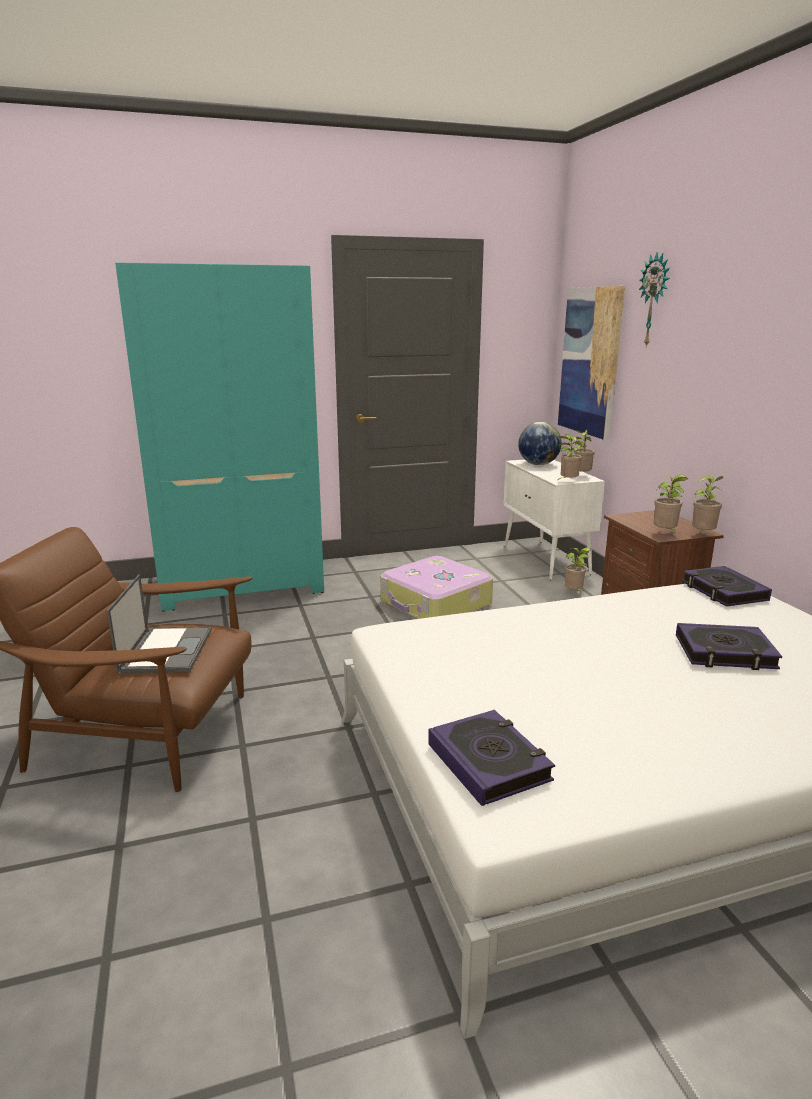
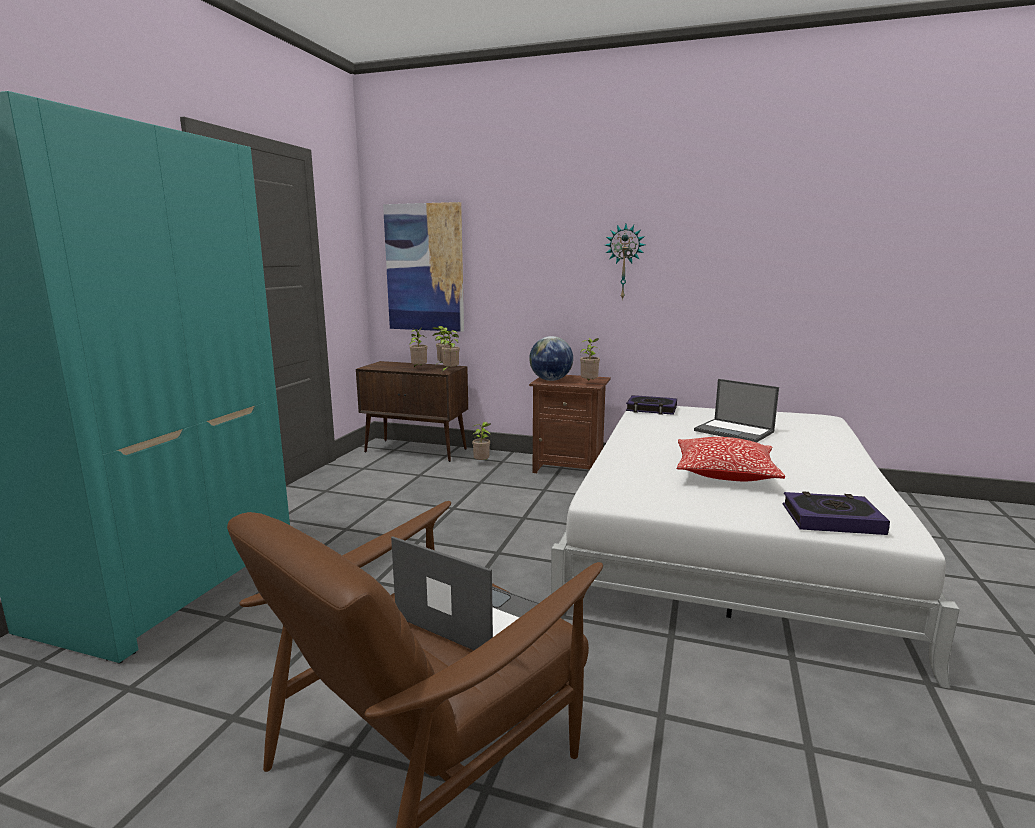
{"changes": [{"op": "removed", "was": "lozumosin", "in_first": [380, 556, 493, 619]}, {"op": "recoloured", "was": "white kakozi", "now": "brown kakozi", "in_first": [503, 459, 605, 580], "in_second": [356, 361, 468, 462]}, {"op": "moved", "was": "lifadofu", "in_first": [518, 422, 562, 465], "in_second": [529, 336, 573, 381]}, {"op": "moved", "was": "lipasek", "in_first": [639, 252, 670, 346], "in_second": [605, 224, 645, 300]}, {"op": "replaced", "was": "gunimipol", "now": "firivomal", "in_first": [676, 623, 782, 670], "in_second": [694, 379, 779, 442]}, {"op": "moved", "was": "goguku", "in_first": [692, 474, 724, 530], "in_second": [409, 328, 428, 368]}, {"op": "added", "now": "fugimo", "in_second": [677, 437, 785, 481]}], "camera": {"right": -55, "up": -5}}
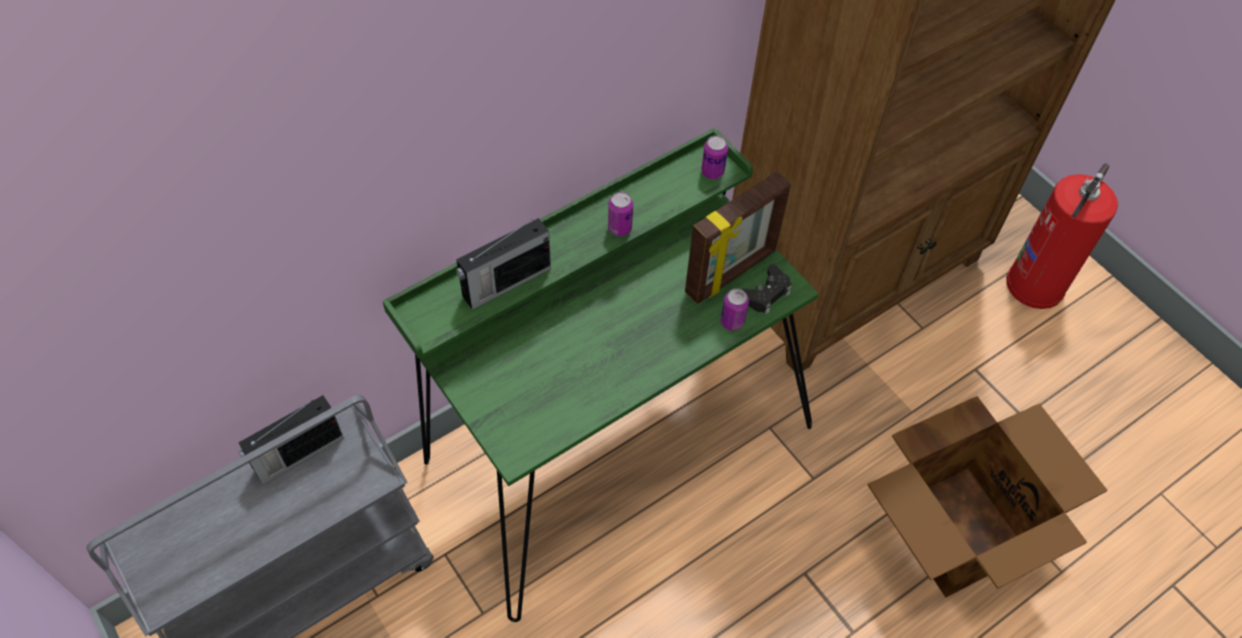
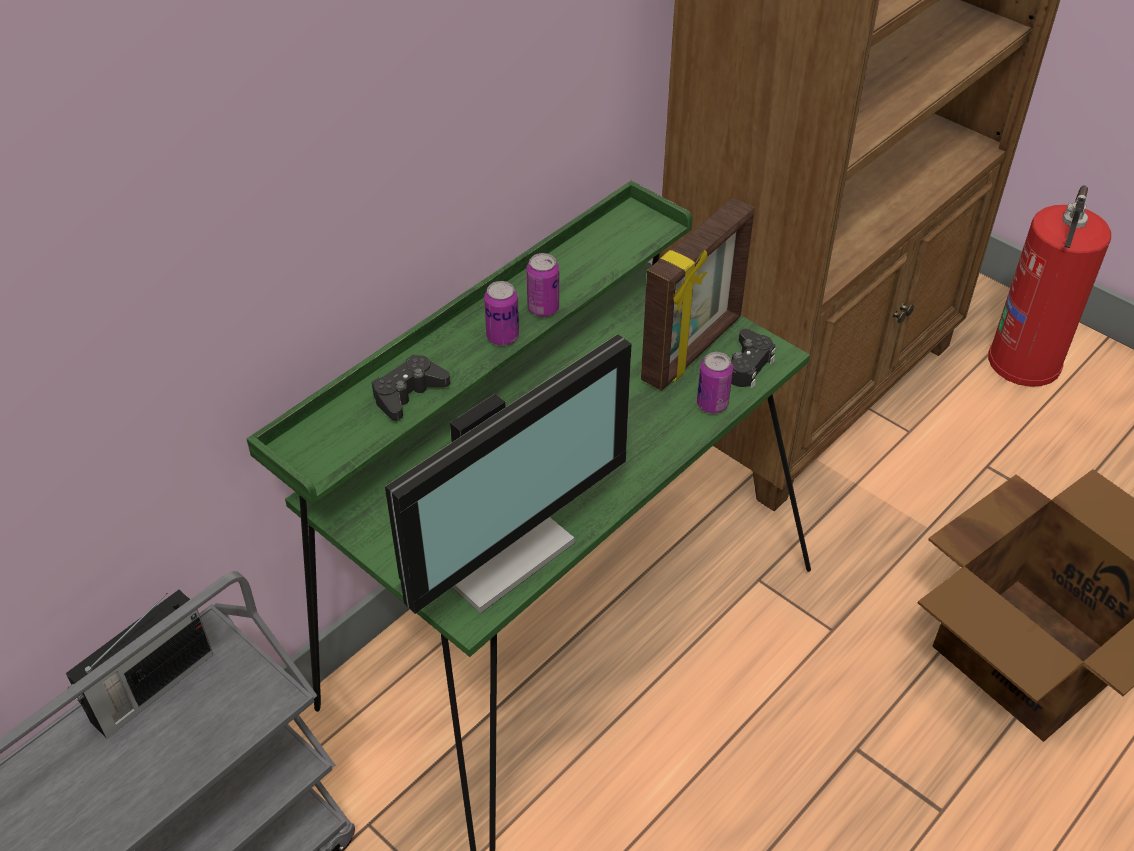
{"changes": [{"op": "replaced", "was": "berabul", "now": "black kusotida", "in_first": [456, 218, 551, 310], "in_second": [372, 355, 450, 420]}, {"op": "moved", "was": "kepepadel", "in_first": [701, 135, 728, 180], "in_second": [484, 281, 519, 345]}, {"op": "added", "now": "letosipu", "in_second": [385, 334, 631, 614]}], "camera": {"right": -10, "up": -10}}
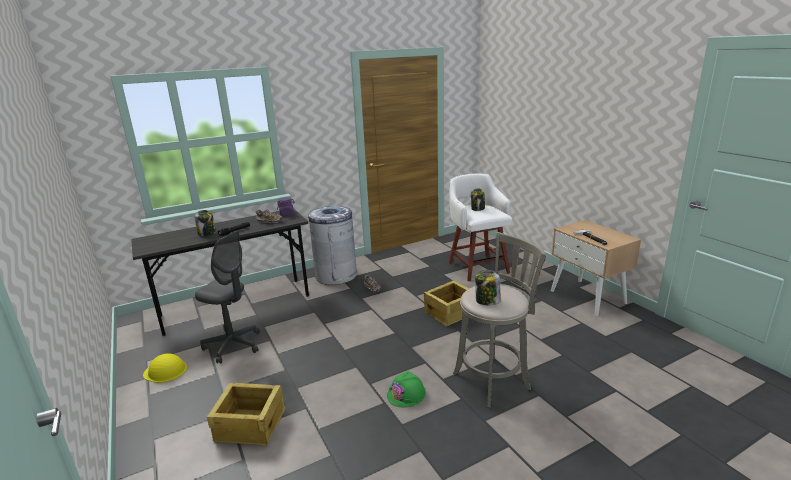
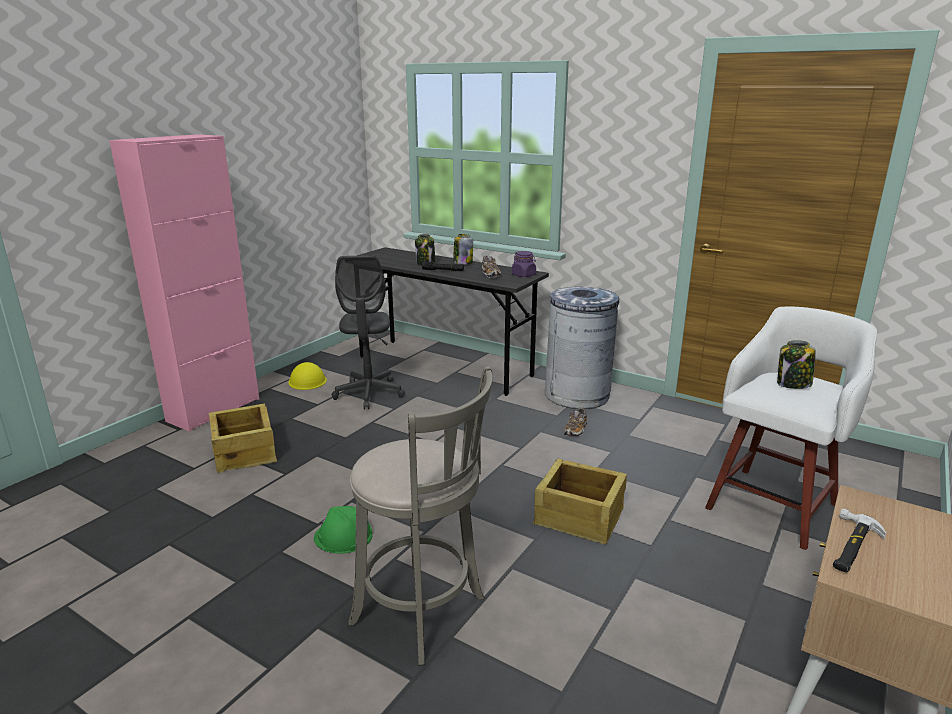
{"changes": [{"op": "moved", "was": "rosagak", "in_first": [475, 270, 500, 305], "in_second": [453, 234, 473, 264]}, {"op": "added", "now": "pink kakozi", "in_second": [109, 134, 259, 432]}], "camera": {"right": 60, "up": 0}}
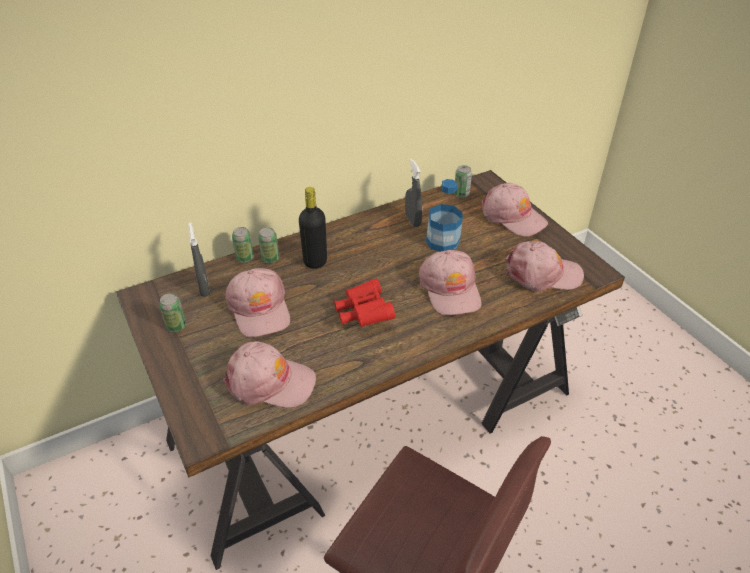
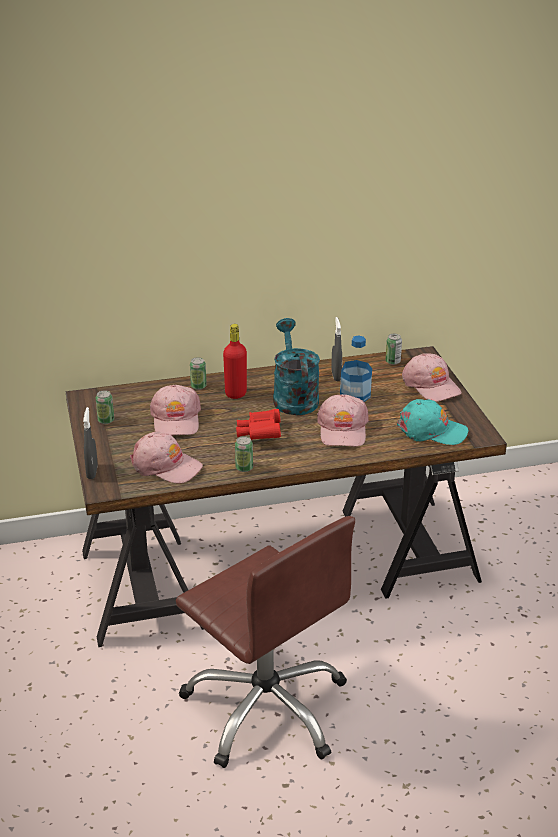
{"changes": [{"op": "moved", "was": "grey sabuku", "in_first": [188, 222, 210, 297], "in_second": [83, 407, 98, 479]}, {"op": "moved", "was": "kepepadel", "in_first": [232, 227, 254, 263], "in_second": [235, 436, 253, 472]}, {"op": "recoloured", "was": "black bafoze", "now": "red bafoze", "in_first": [299, 187, 327, 269], "in_second": [223, 324, 247, 399]}, {"op": "recoloured", "was": "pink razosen", "now": "turquoise razosen", "in_first": [505, 241, 584, 292], "in_second": [397, 399, 469, 445]}, {"op": "added", "now": "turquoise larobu", "in_second": [273, 318, 320, 415]}], "camera": {"right": 15, "up": -10}}
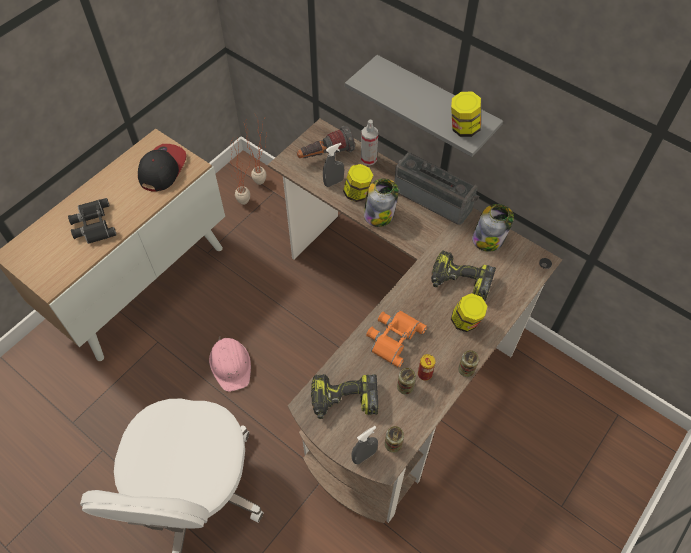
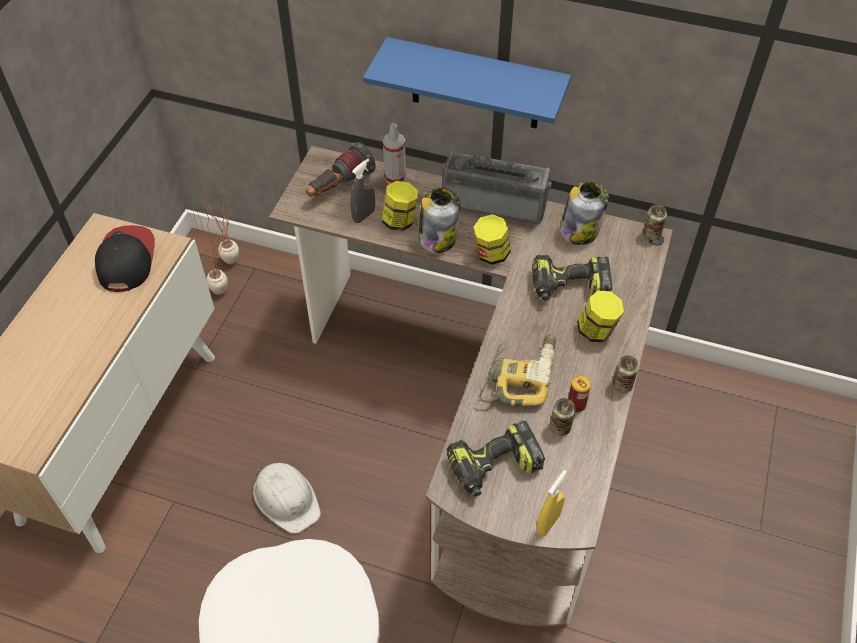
{"changes": [{"op": "removed", "was": "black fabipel", "in_first": [68, 198, 117, 244]}, {"op": "recoloured", "was": "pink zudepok", "now": "white zudepok", "in_first": [209, 336, 251, 392], "in_second": [253, 463, 321, 534]}, {"op": "recoloured", "was": "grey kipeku", "now": "blue kipeku", "in_first": [345, 55, 503, 157], "in_second": [363, 37, 571, 129]}, {"op": "recoloured", "was": "grey sabuku", "now": "yellow sabuku", "in_first": [351, 426, 378, 464], "in_second": [536, 470, 567, 536]}, {"op": "replaced", "was": "orange fabipel", "now": "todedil", "in_first": [366, 310, 427, 368], "in_second": [479, 334, 556, 406]}, {"op": "moved", "was": "kepepadel", "in_first": [385, 426, 404, 453], "in_second": [643, 205, 667, 240]}, {"op": "moved", "was": "rosagak", "in_first": [451, 92, 481, 137], "in_second": [474, 214, 511, 265]}], "camera": {"right": -20, "up": -5}}
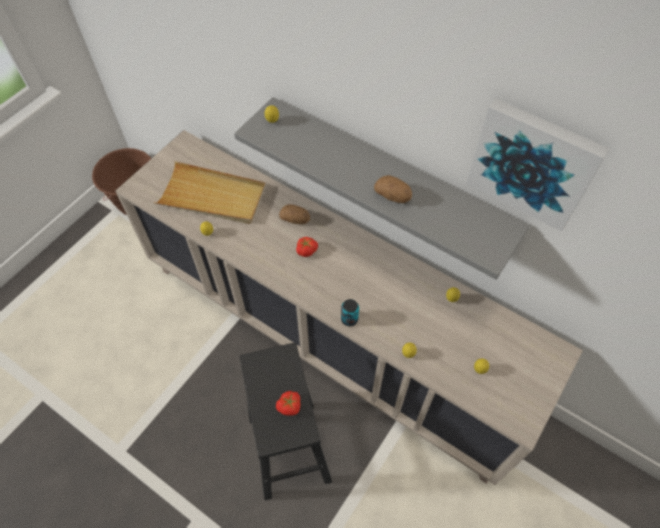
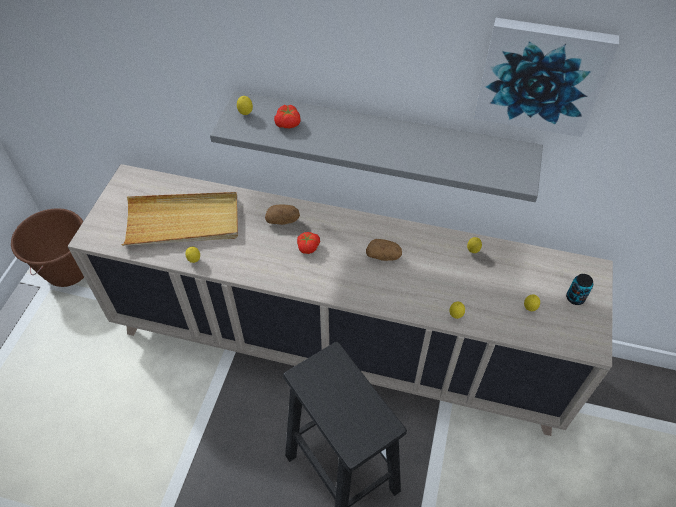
{"changes": [{"op": "moved", "was": "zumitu", "in_first": [276, 391, 301, 416], "in_second": [274, 105, 301, 128]}, {"op": "moved", "was": "kepepadel", "in_first": [341, 299, 359, 326], "in_second": [566, 274, 593, 305]}, {"op": "moved", "was": "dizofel", "in_first": [374, 175, 412, 203], "in_second": [366, 239, 402, 261]}], "camera": {"right": -20, "up": -5}}
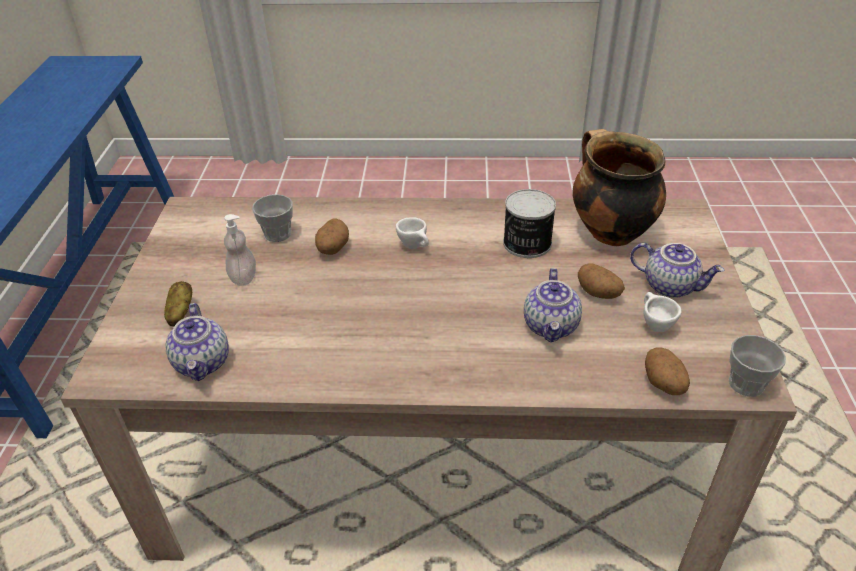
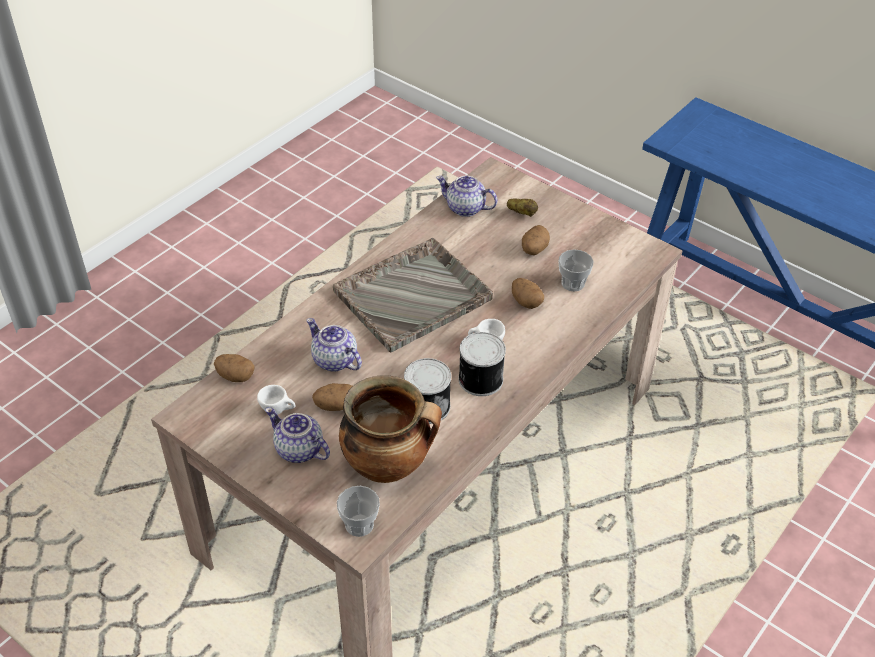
{"changes": [{"op": "replaced", "was": "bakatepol", "now": "dizofel", "in_first": [224, 214, 256, 286], "in_second": [522, 225, 550, 255]}, {"op": "turned", "was": "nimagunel", "in_first": [630, 243, 725, 298], "in_second": [265, 407, 330, 463], "clockwise": 60}, {"op": "moved", "was": "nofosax", "in_first": [729, 335, 786, 397], "in_second": [337, 486, 380, 537]}, {"op": "added", "now": "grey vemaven", "in_second": [333, 238, 493, 352]}, {"op": "added", "now": "kepepadel", "in_second": [458, 332, 506, 396]}], "camera": {"right": 125, "up": 5}}
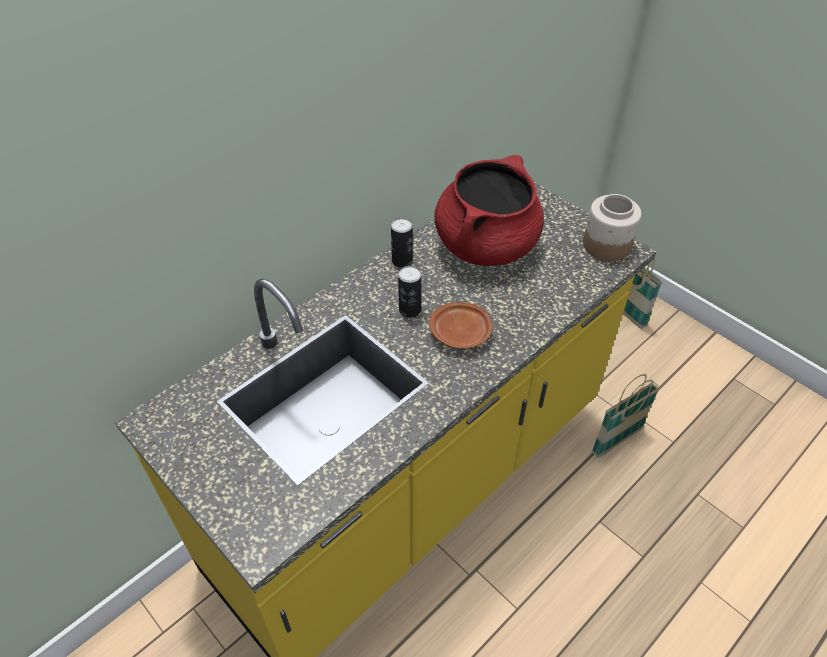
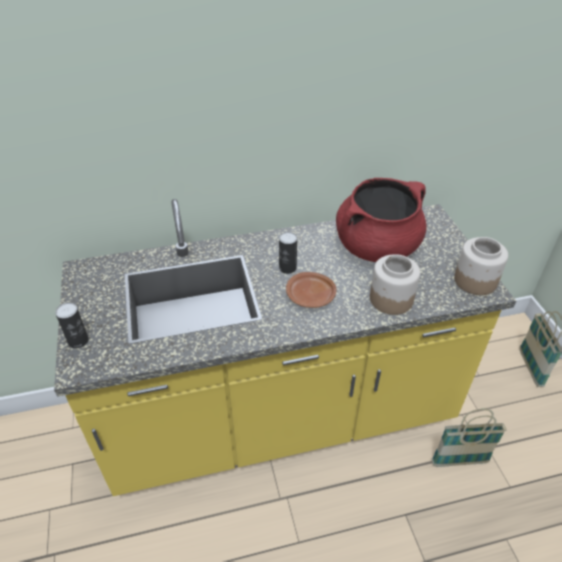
{"changes": [{"op": "moved", "was": "kepepadel", "in_first": [391, 218, 413, 268], "in_second": [55, 302, 89, 348]}, {"op": "added", "now": "rosagak", "in_second": [370, 254, 420, 315]}], "camera": {"right": 30, "up": -5}}
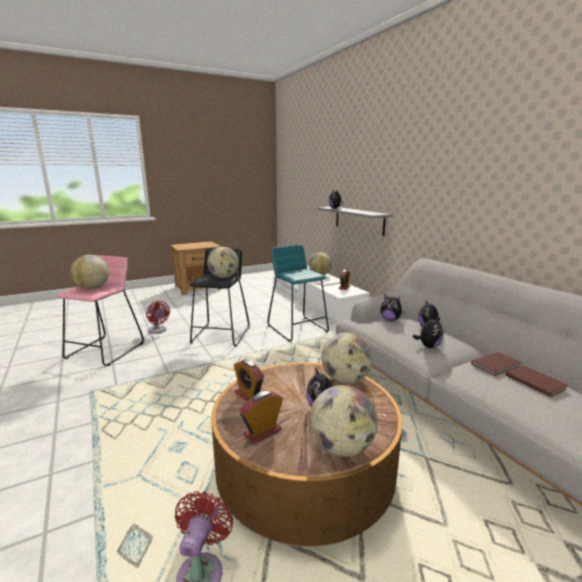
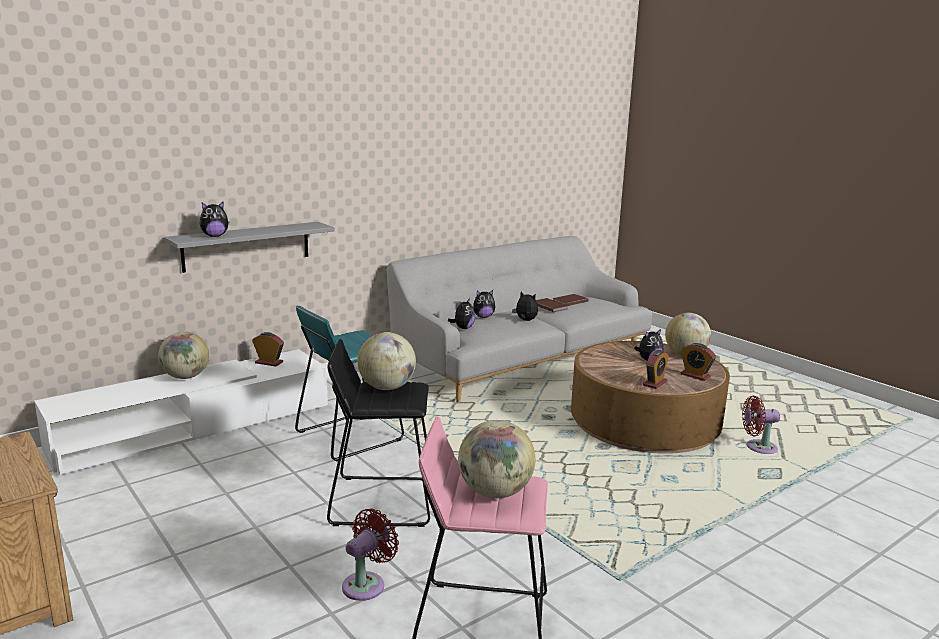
{"changes": [{"op": "removed", "was": "lifadofu", "in_first": [321, 332, 373, 384]}], "camera": {"right": -100, "up": 0}}
